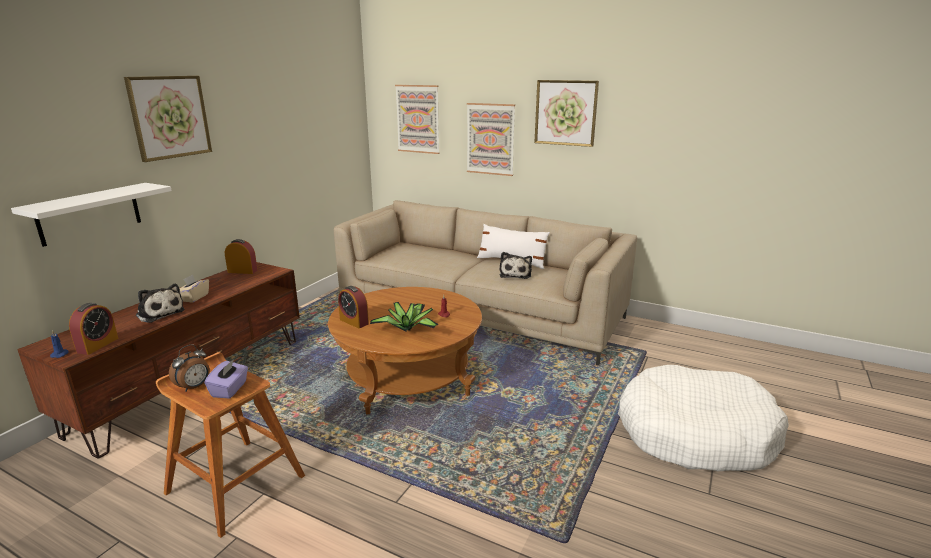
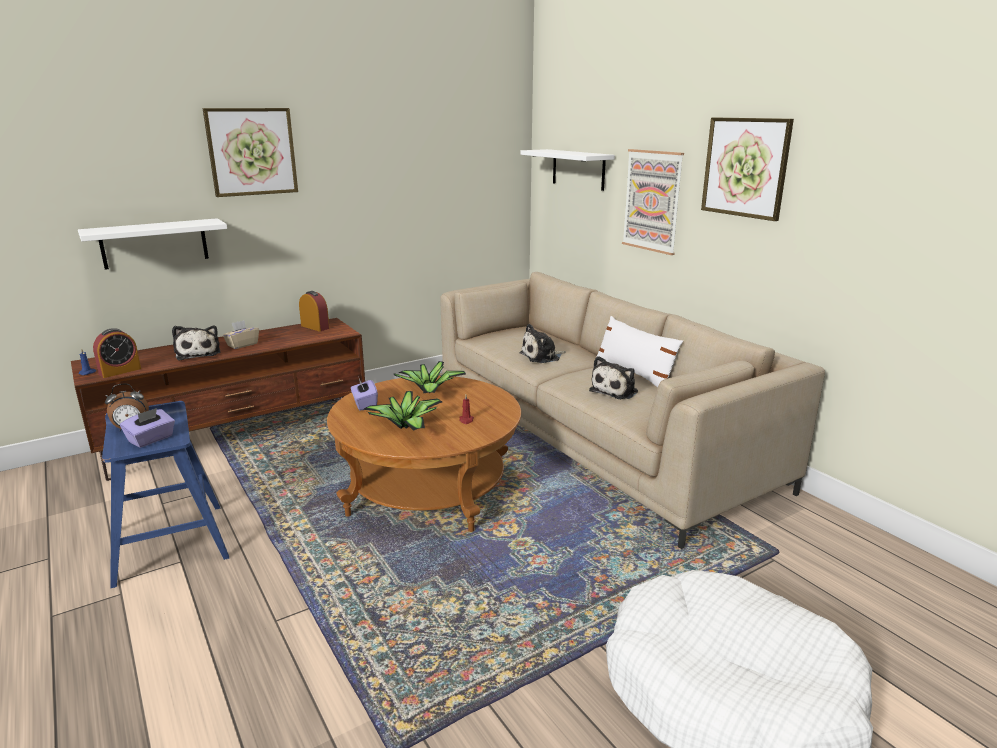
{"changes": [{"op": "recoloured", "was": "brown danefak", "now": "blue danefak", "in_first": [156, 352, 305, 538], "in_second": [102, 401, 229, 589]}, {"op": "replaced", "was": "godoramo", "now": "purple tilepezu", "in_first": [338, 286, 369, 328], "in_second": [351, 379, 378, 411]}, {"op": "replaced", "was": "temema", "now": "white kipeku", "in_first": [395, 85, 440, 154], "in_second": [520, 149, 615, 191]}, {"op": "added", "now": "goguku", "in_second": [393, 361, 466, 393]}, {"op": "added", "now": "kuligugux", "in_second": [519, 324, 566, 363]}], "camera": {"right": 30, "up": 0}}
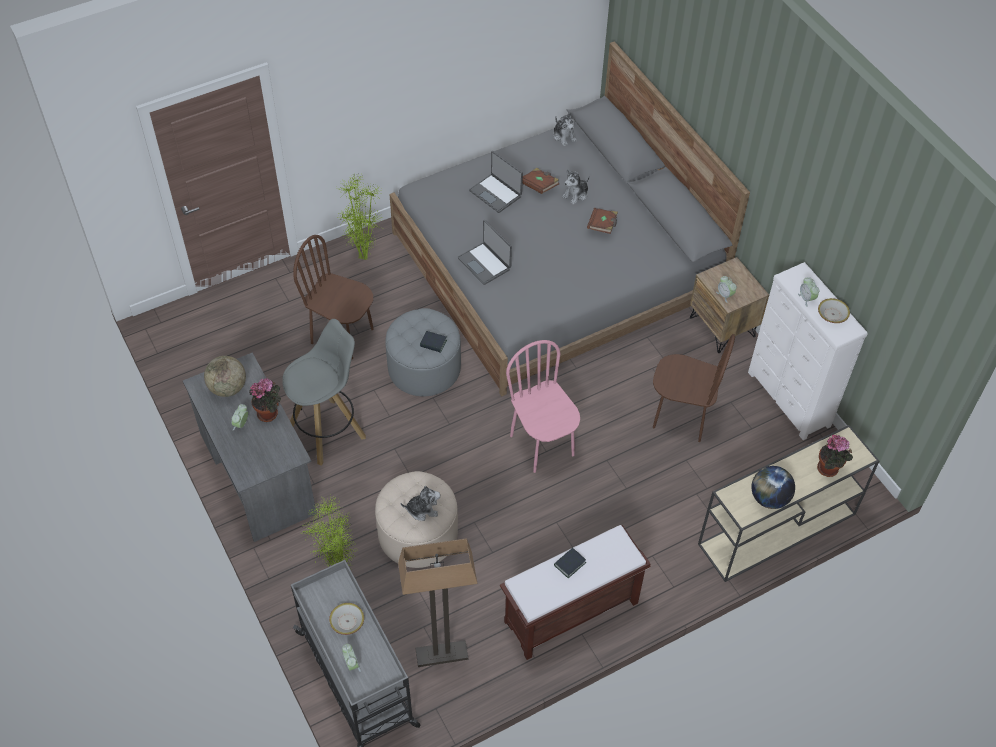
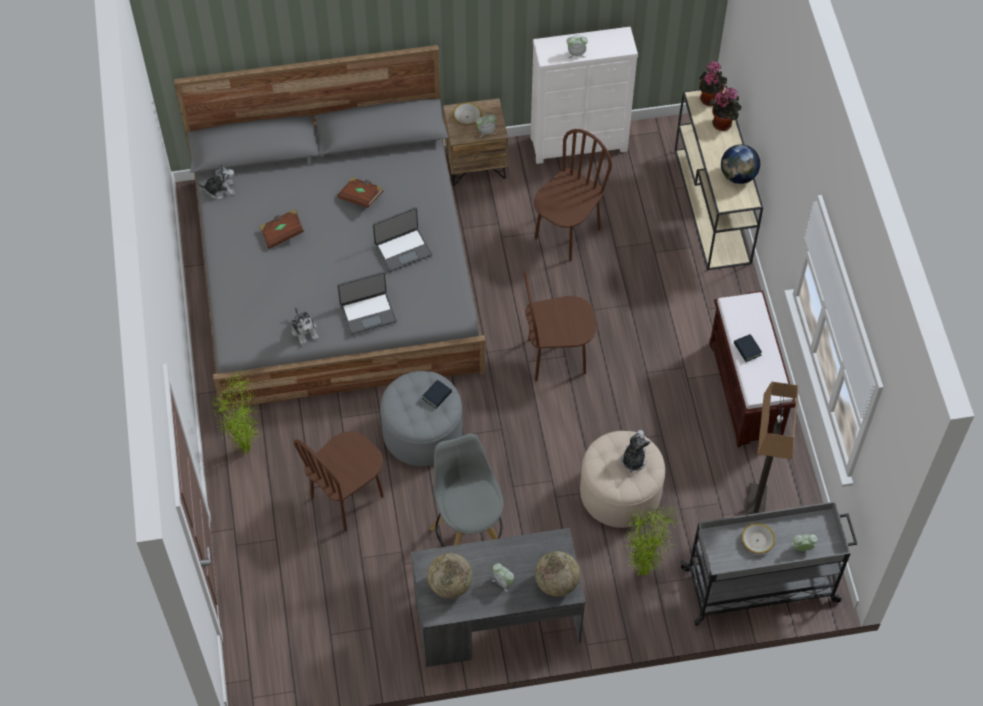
{"changes": [{"op": "moved", "was": "goguku", "in_first": [249, 378, 281, 422], "in_second": [699, 61, 727, 106]}, {"op": "moved", "was": "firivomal", "in_first": [469, 151, 523, 213], "in_second": [373, 207, 432, 272]}, {"op": "recoloured", "was": "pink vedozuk", "now": "brown vedozuk", "in_first": [506, 340, 580, 473], "in_second": [524, 272, 597, 381]}, {"op": "moved", "was": "kuligugux", "in_first": [562, 169, 590, 205], "in_second": [291, 307, 318, 345]}, {"op": "moved", "was": "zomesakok", "in_first": [818, 298, 850, 323], "in_second": [453, 102, 482, 126]}, {"op": "added", "now": "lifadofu", "in_second": [535, 551, 580, 597]}], "camera": {"right": -70, "up": 5}}
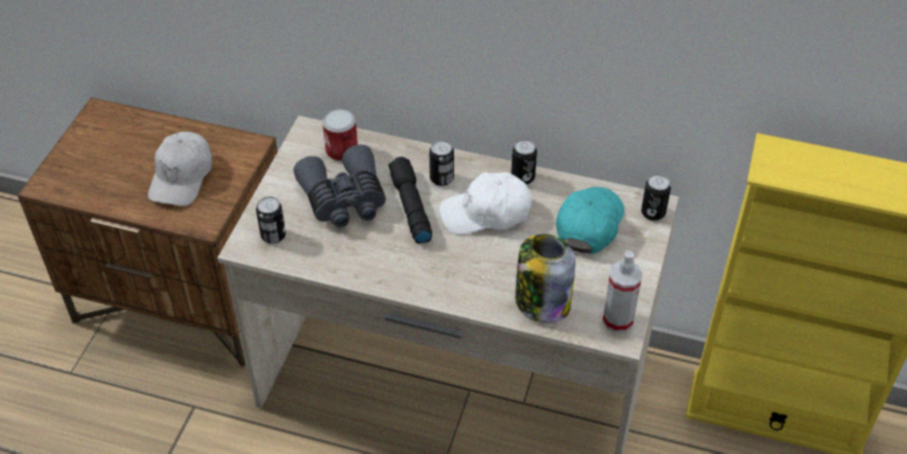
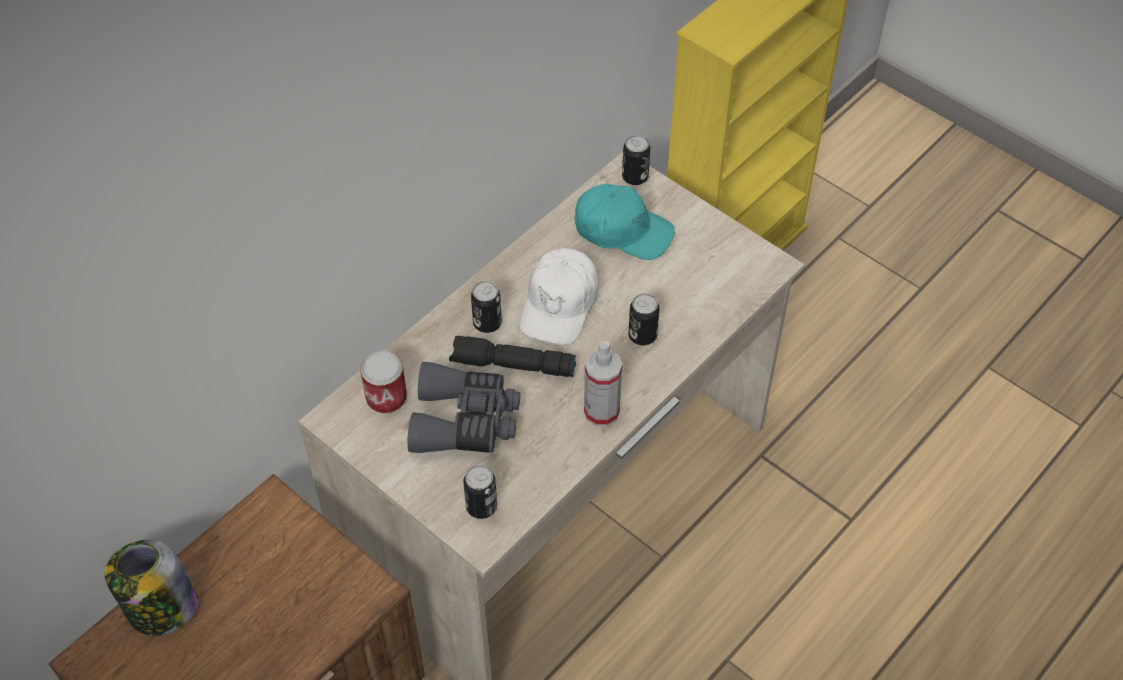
{"changes": [{"op": "removed", "was": "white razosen", "in_first": [148, 132, 212, 206]}, {"op": "moved", "was": "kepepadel", "in_first": [511, 139, 537, 185], "in_second": [628, 293, 660, 345]}, {"op": "moved", "was": "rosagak", "in_first": [515, 234, 576, 323], "in_second": [105, 540, 199, 636]}, {"op": "turned", "was": "turquoise razosen", "in_first": [556, 187, 624, 254], "in_second": [575, 184, 675, 260], "clockwise": 150}, {"op": "moved", "was": "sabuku", "in_first": [602, 251, 643, 333], "in_second": [584, 341, 622, 427]}], "camera": {"right": -65, "up": 5}}
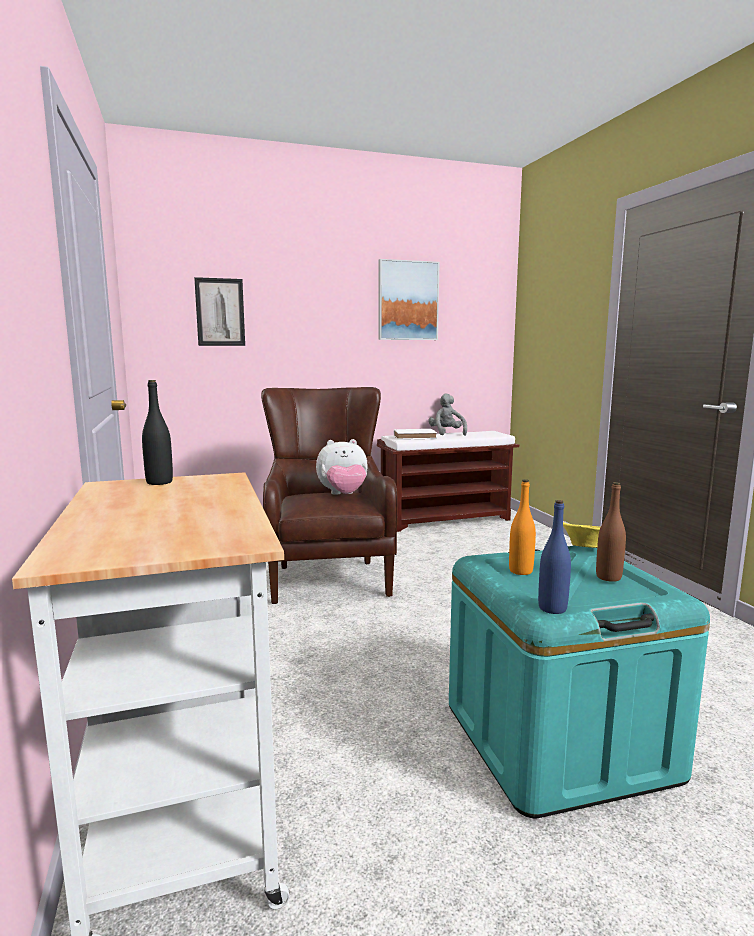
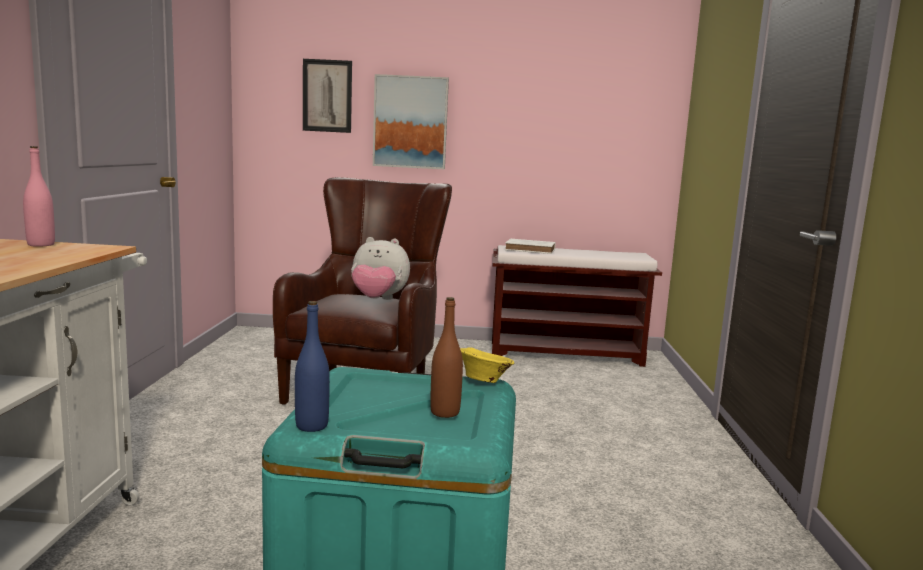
{"changes": [{"op": "recoloured", "was": "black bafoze", "now": "pink bafoze", "in_first": [142, 380, 173, 485], "in_second": [23, 146, 55, 247]}, {"op": "moved", "was": "temema", "in_first": [379, 259, 440, 340], "in_second": [373, 74, 449, 169]}, {"op": "removed", "was": "grey kuligugux", "in_first": [428, 394, 467, 436]}, {"op": "removed", "was": "orange bafoze", "in_first": [509, 479, 536, 575]}], "camera": {"right": 20, "up": 0}}
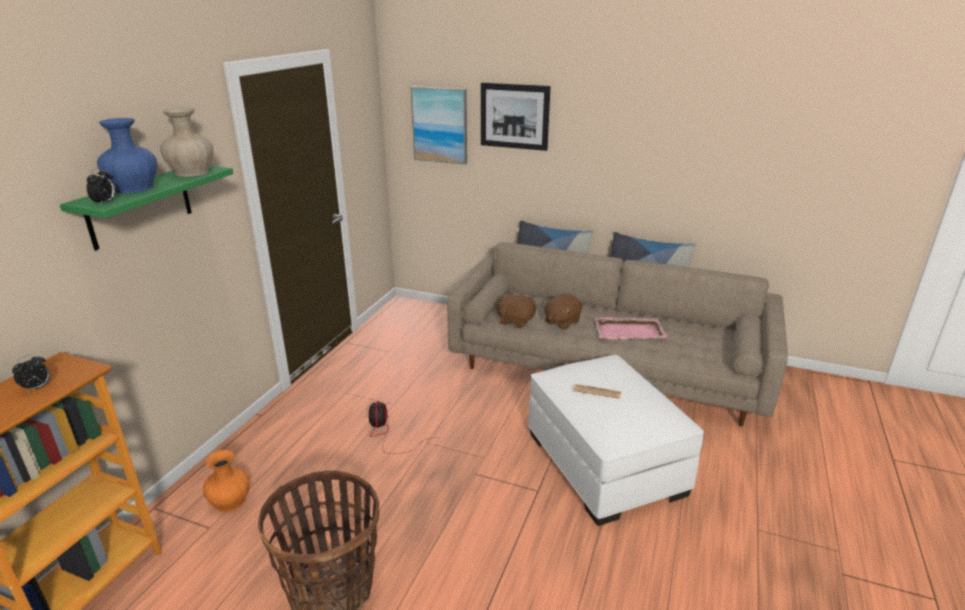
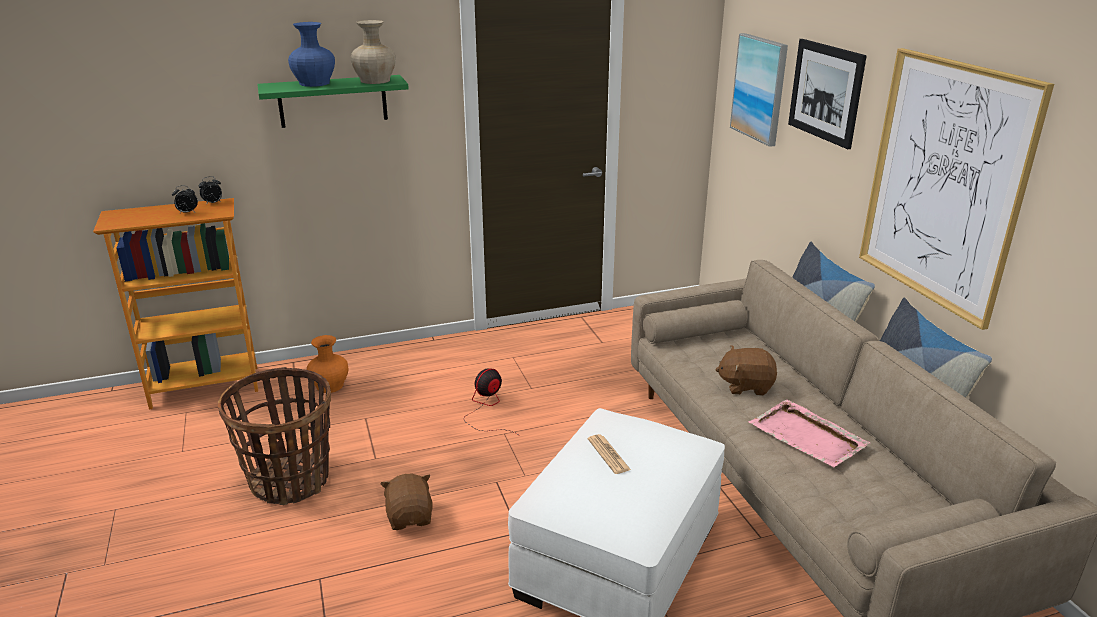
{"changes": [{"op": "moved", "was": "godoramo", "in_first": [86, 167, 116, 205], "in_second": [199, 176, 222, 205]}, {"op": "moved", "was": "brown kuligugux", "in_first": [496, 292, 536, 328], "in_second": [380, 474, 433, 530]}, {"op": "added", "now": "temema", "in_second": [859, 48, 1054, 330]}], "camera": {"right": 50, "up": 0}}
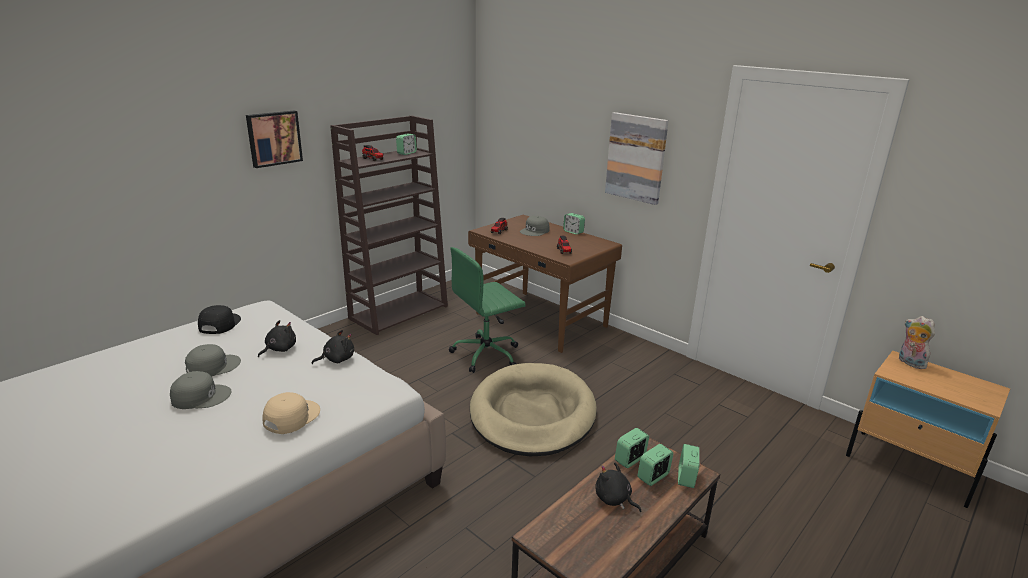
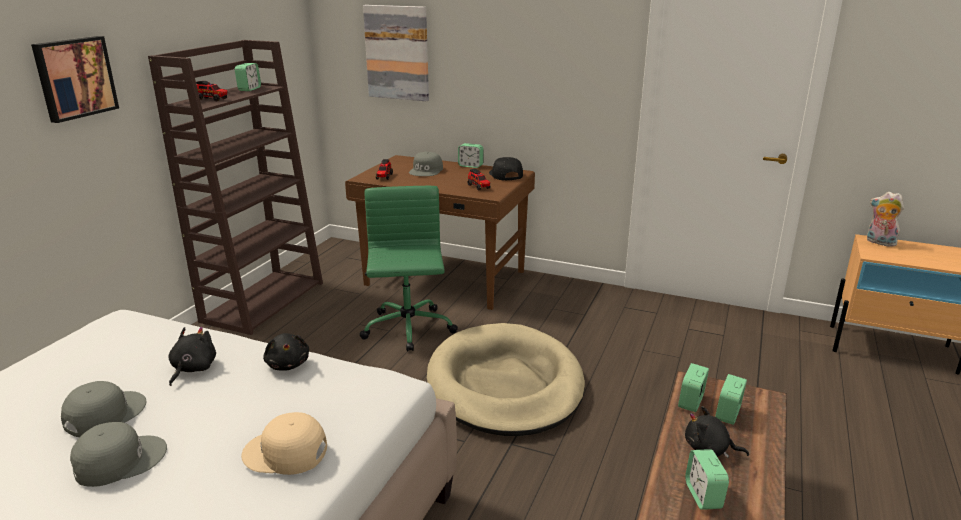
{"changes": [{"op": "moved", "was": "black razosen", "in_first": [198, 305, 241, 334], "in_second": [489, 157, 523, 180]}, {"op": "turned", "was": "beige razosen", "in_first": [262, 392, 320, 434], "in_second": [241, 412, 327, 475], "clockwise": -90}, {"op": "turned", "was": "black kuligugux", "in_first": [312, 330, 354, 364], "in_second": [263, 333, 309, 371], "clockwise": 120}, {"op": "turned", "was": "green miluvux", "in_first": [449, 247, 526, 373], "in_second": [359, 186, 458, 351], "clockwise": 135}, {"op": "moved", "was": "temema", "in_first": [605, 112, 669, 205], "in_second": [363, 5, 429, 101]}, {"op": "moved", "was": "godoramo", "in_first": [678, 444, 700, 488], "in_second": [685, 450, 729, 509]}], "camera": {"right": -20, "up": 0}}
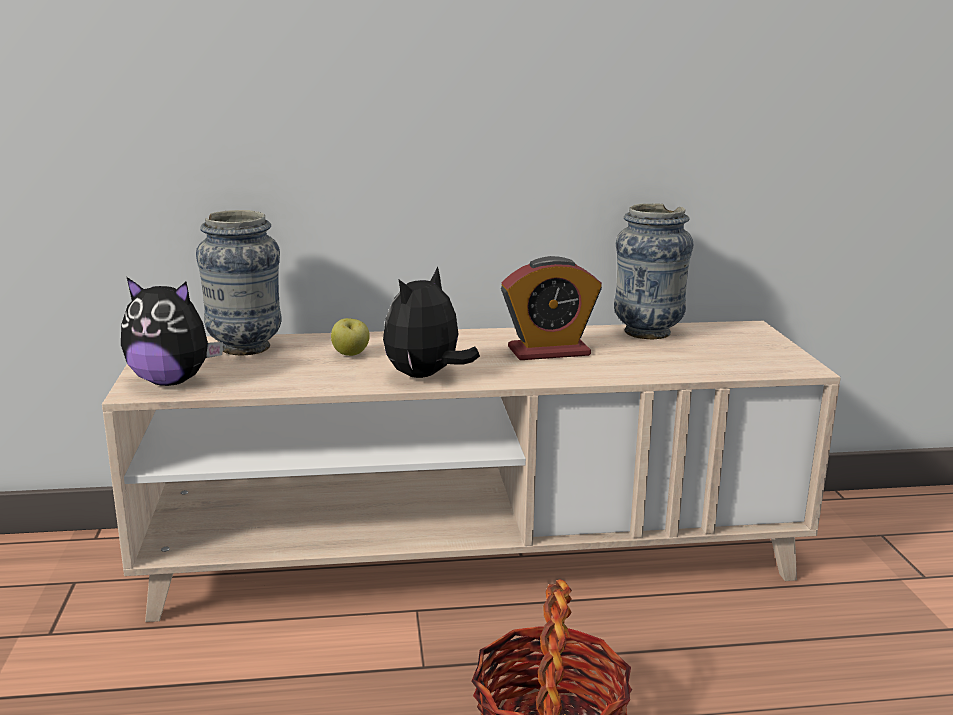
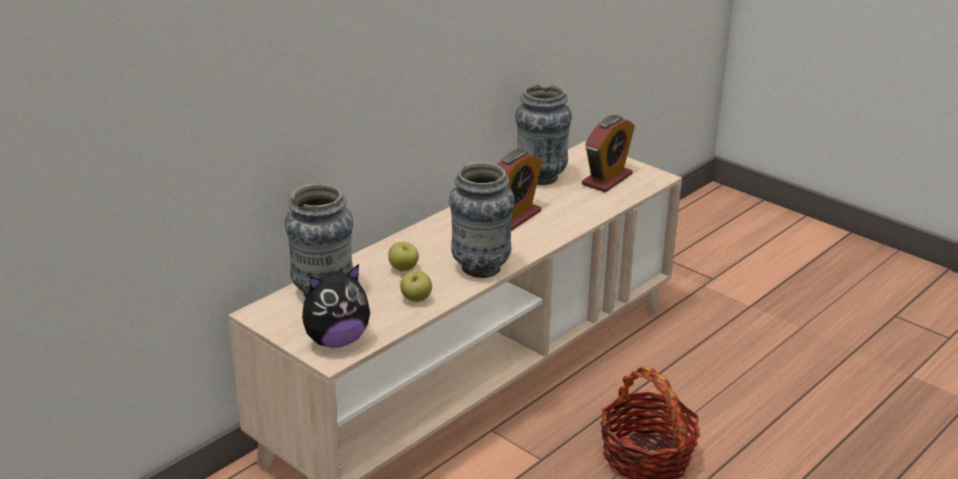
{"changes": [{"op": "replaced", "was": "kuligugux", "now": "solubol", "in_first": [383, 266, 480, 378], "in_second": [449, 162, 515, 278]}, {"op": "added", "now": "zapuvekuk", "in_second": [400, 270, 432, 302]}, {"op": "added", "now": "godoramo", "in_second": [582, 115, 635, 192]}], "camera": {"right": -40, "up": 10}}
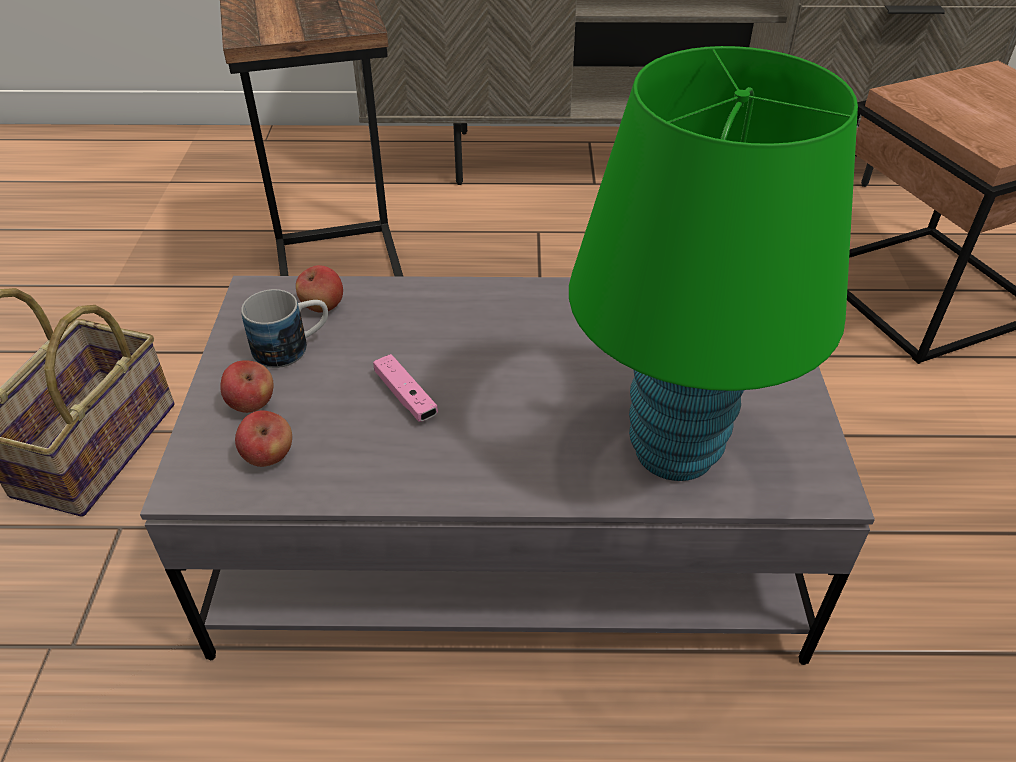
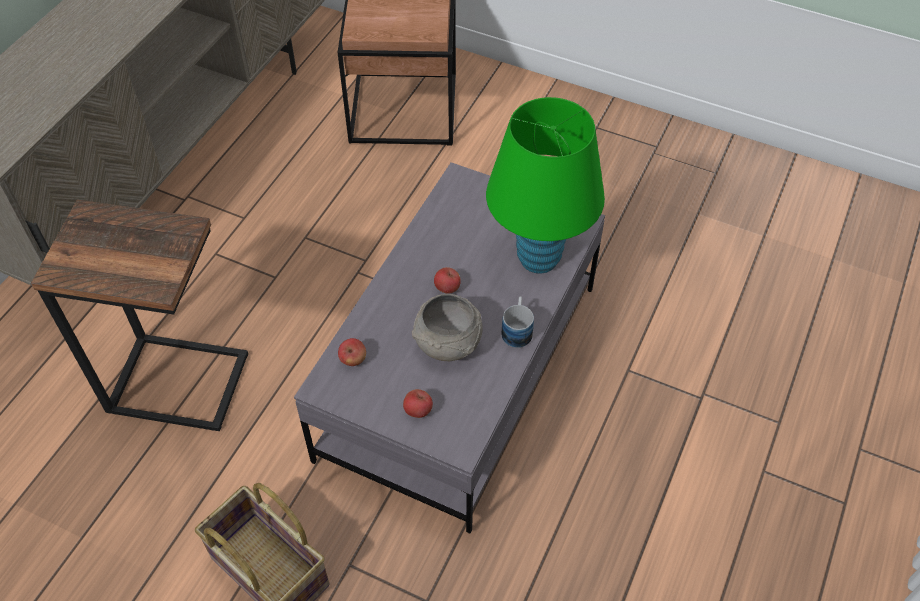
{"changes": [{"op": "moved", "was": "zapuvekuk", "in_first": [235, 411, 292, 467], "in_second": [434, 267, 461, 294]}, {"op": "moved", "was": "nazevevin", "in_first": [241, 289, 328, 368], "in_second": [502, 296, 534, 348]}, {"op": "replaced", "was": "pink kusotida", "now": "grey zomesakok", "in_first": [373, 354, 438, 422], "in_second": [412, 294, 483, 361]}], "camera": {"right": -65, "up": 10}}
